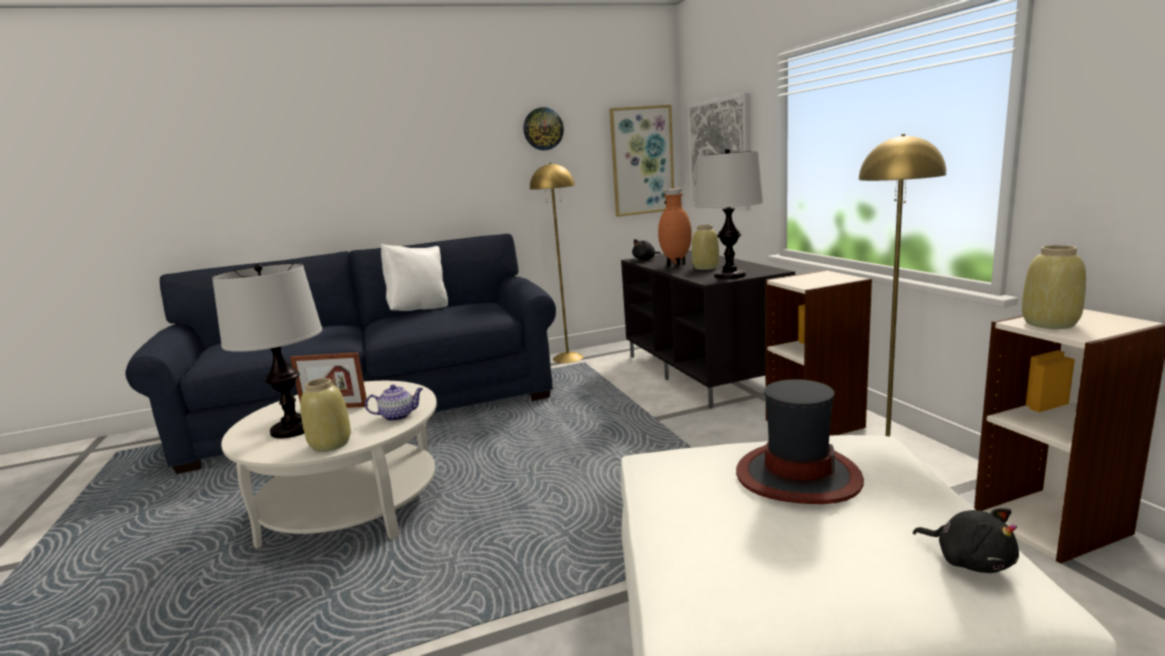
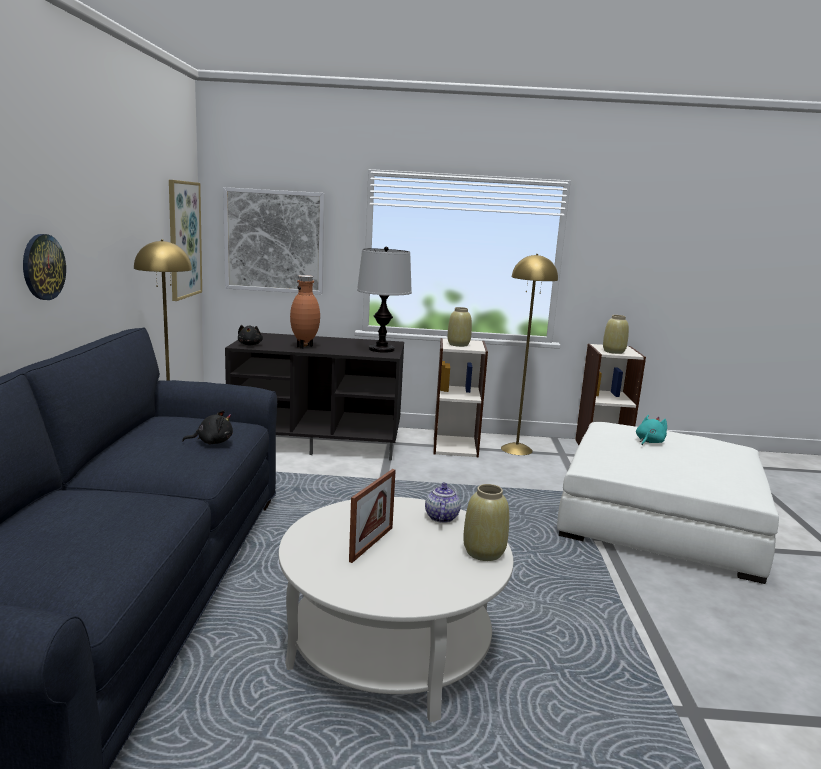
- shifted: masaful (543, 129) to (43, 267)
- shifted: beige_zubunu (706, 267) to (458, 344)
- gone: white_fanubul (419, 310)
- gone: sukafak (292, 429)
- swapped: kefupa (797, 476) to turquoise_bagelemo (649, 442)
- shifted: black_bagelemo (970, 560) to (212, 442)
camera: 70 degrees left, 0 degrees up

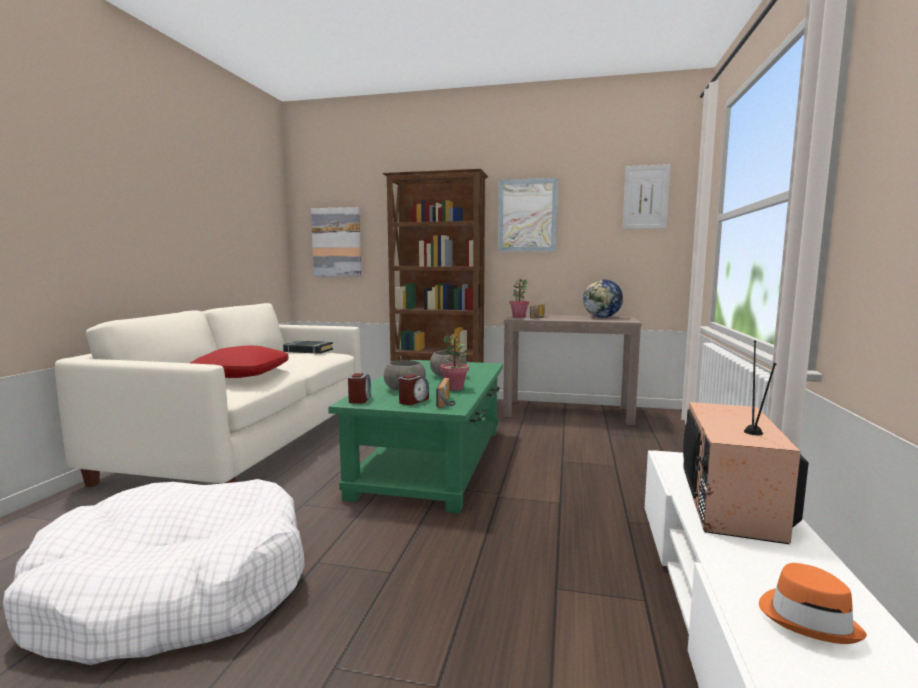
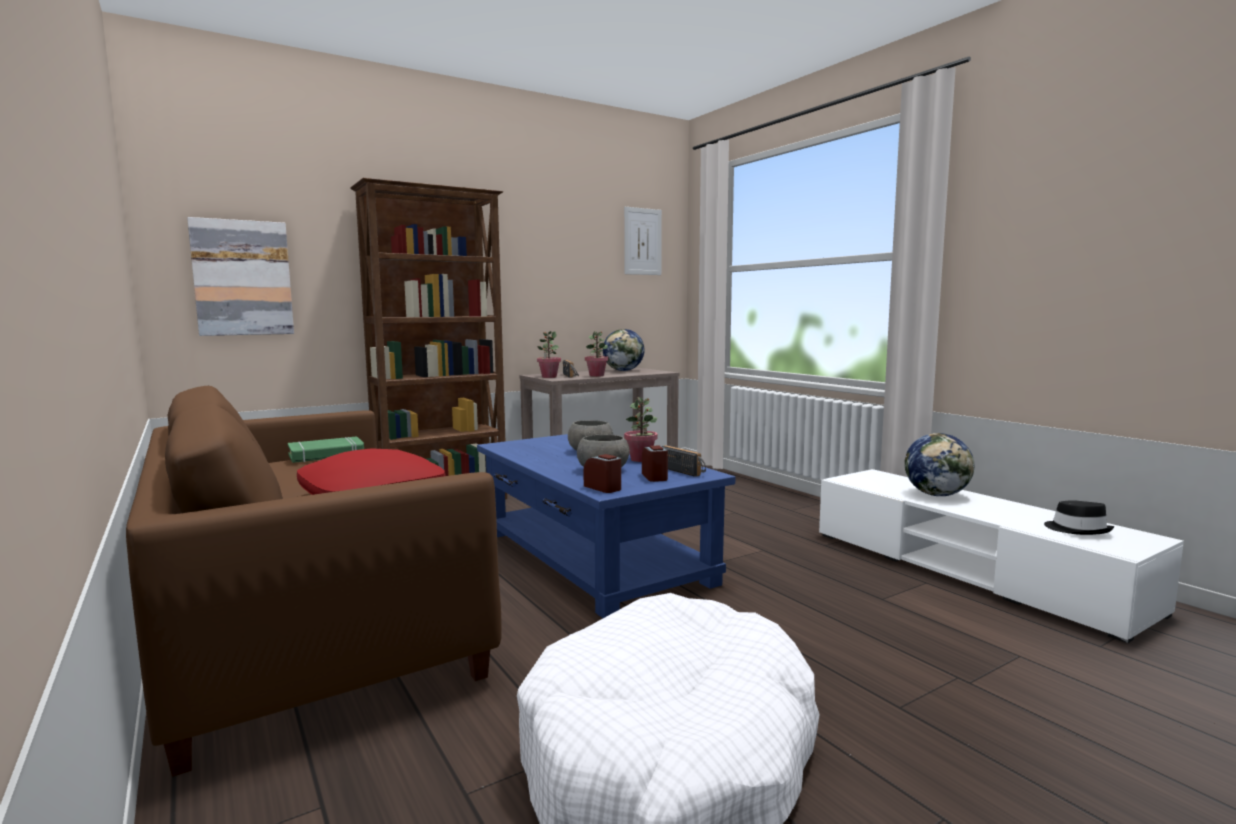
- gone: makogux (527, 215)
- repainted: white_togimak (247, 443) to brown_togimak (307, 620)
- swapped: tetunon (733, 504) to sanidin (937, 495)
- repainted: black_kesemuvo (308, 351) to green_kesemuvo (326, 455)
- repainted: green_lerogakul (433, 460) to blue_lerogakul (593, 556)
- repainted: orange_kefupa (808, 618) to black_kefupa (1078, 530)
- new: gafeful (596, 375)
camera: 45 degrees left, 0 degrees up

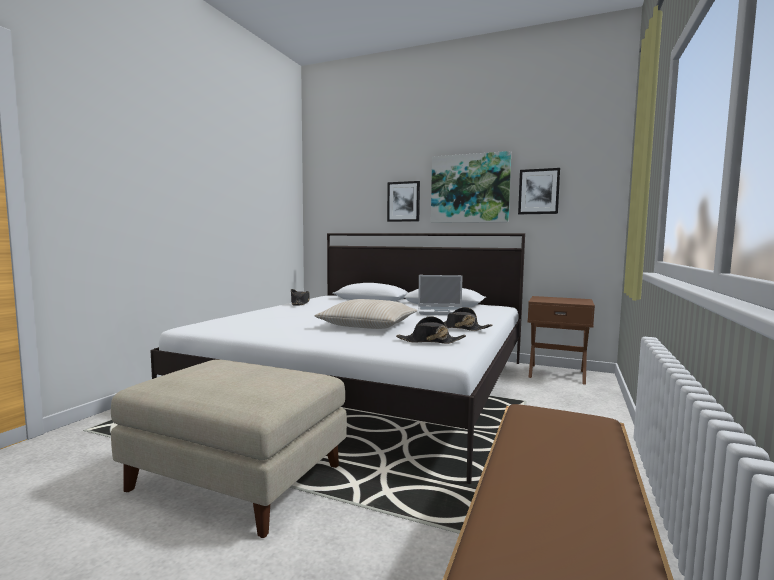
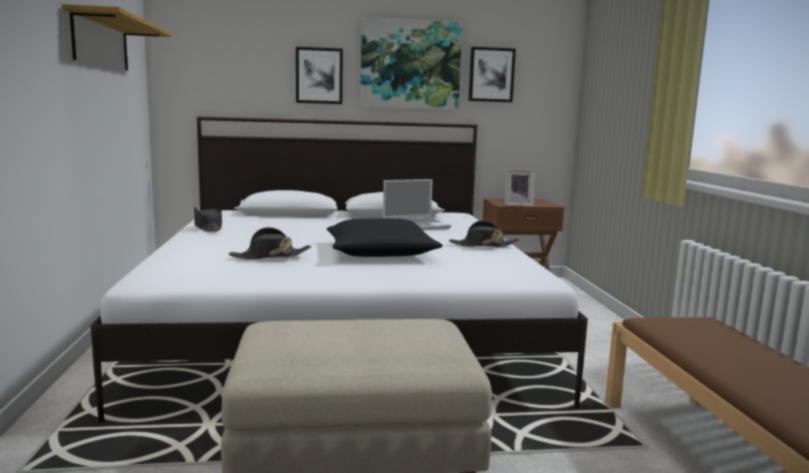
- repainted: beige_fanubul (368, 325) to black_fanubul (380, 252)
- shifted: black_kefupa (430, 341) to (270, 256)
- new: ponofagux (101, 42)
- new: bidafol (517, 204)
camera: 30 degrees left, 5 degrees up

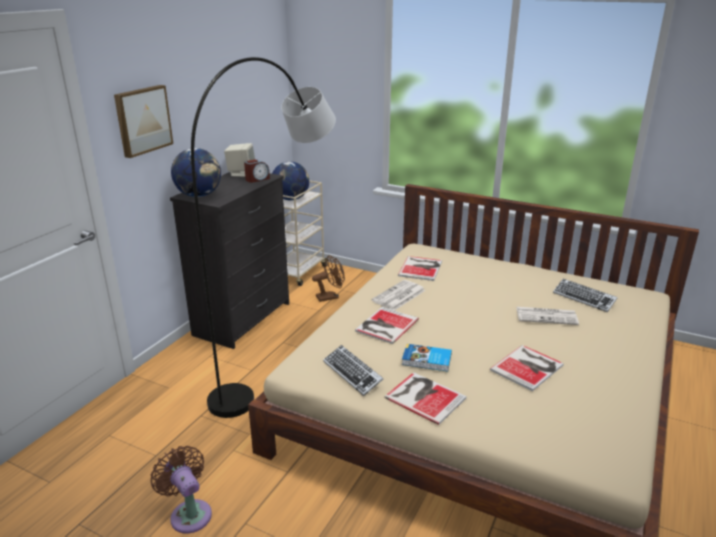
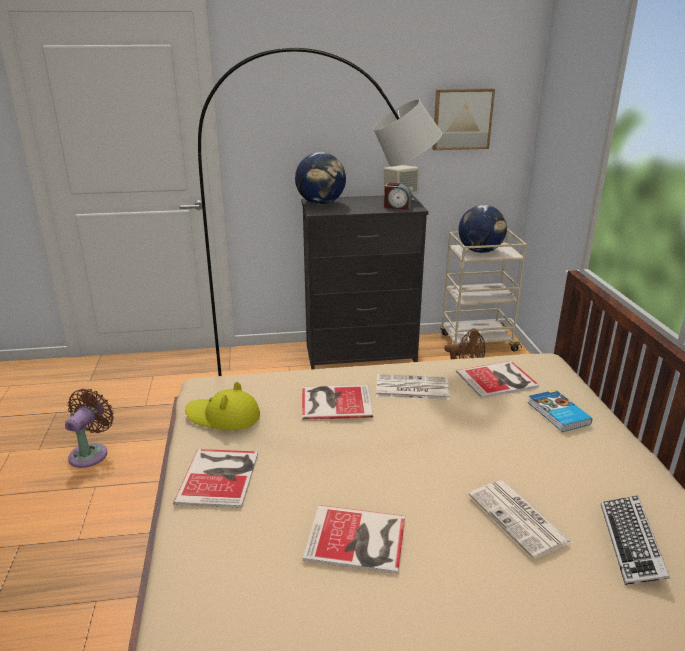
- shifted: makogux (142, 120) to (461, 119)
- shifted: kesemuvo (427, 360) to (557, 413)
- swapped: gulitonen (352, 373) to yellow_kefupa (223, 416)
camera: 55 degrees right, 0 degrees up

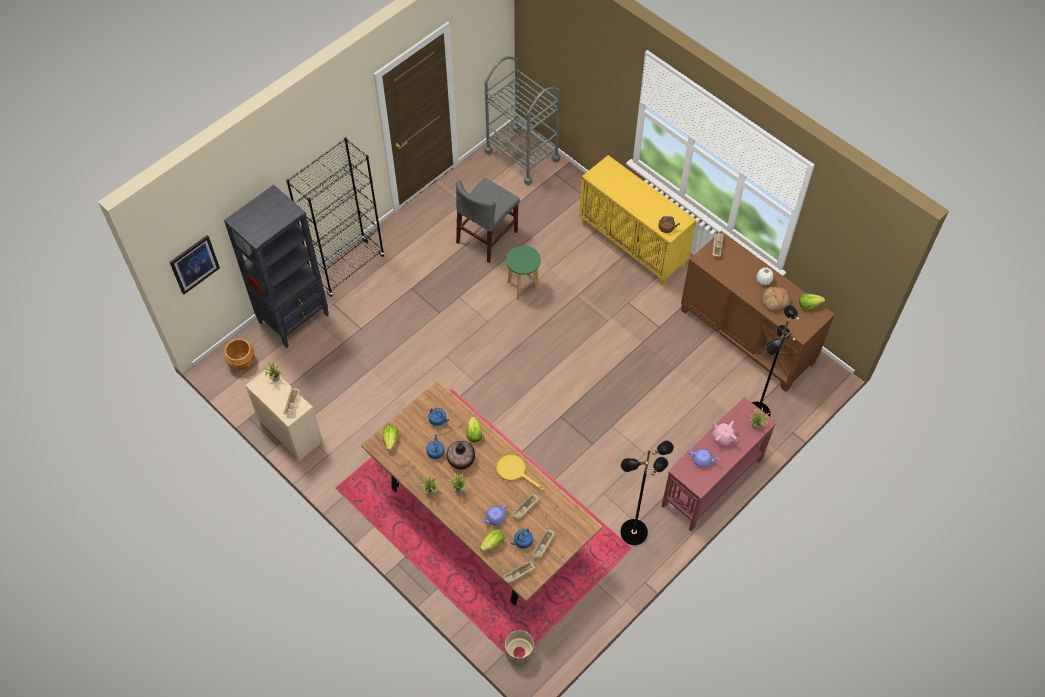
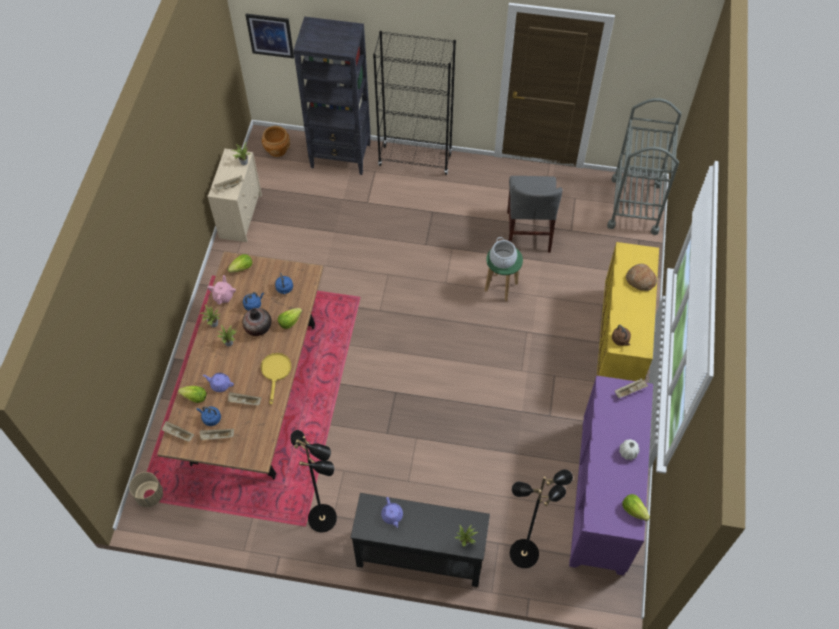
- rotated: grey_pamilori (487, 237) = (528, 231) 90 degrees counterclockwise
- repainted: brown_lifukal (747, 336) to purple_lifukal (603, 496)
- shifted: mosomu (775, 301) to (640, 280)
- repainted: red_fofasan (711, 482) to black_fofasan (419, 555)
- shifted: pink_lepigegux (722, 437) to (223, 296)
- new: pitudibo (503, 259)
camera: 55 degrees right, 0 degrees up

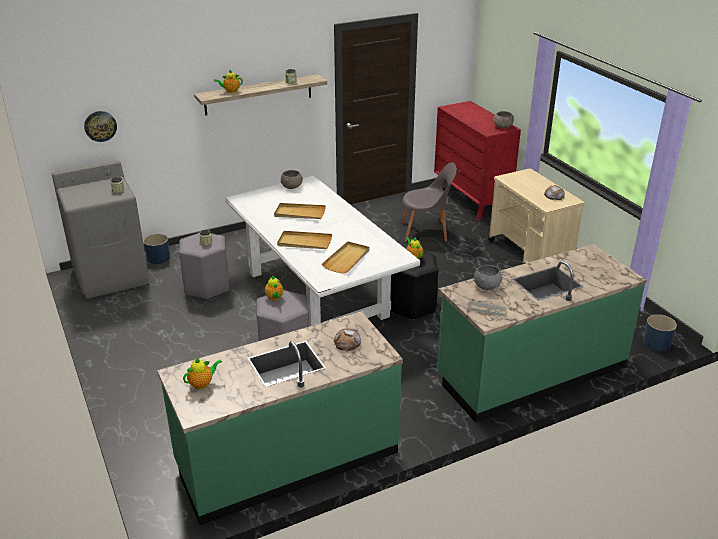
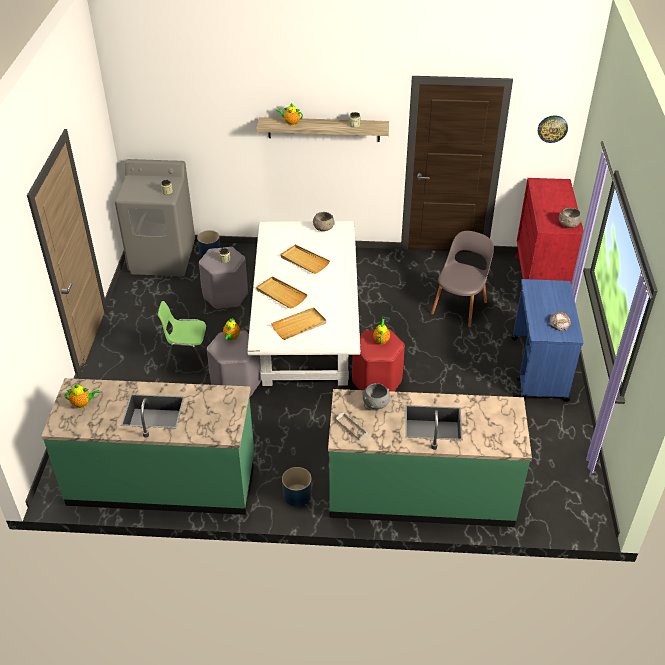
- shifted: masaful (100, 126) to (552, 128)
- rotated: grey_pamilori (426, 232) = (460, 306) 90 degrees counterclockwise
- repainted: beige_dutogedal (530, 254) to blue_dutogedal (539, 369)
- repainted: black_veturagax (412, 305) to red_veturagax (377, 382)
- shifted: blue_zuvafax (656, 343) to (297, 495)
- gone: mosomu (347, 342)
- new: green_pamilori (189, 360)
camera: 30 degrees right, 10 degrees up

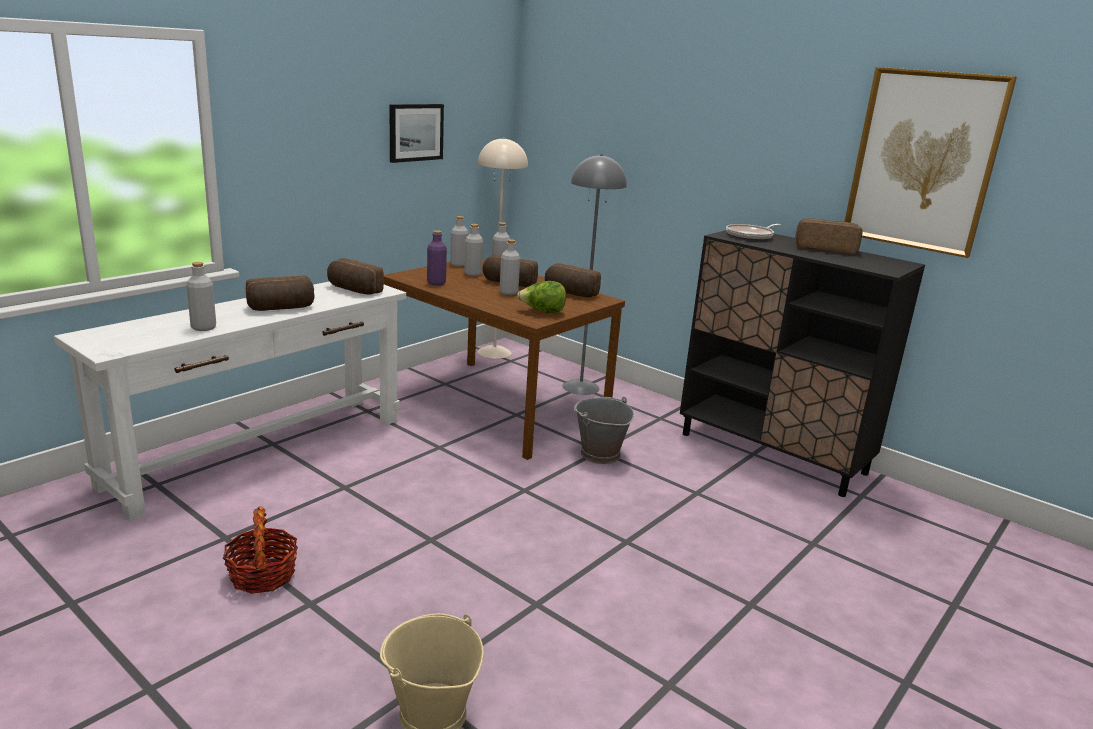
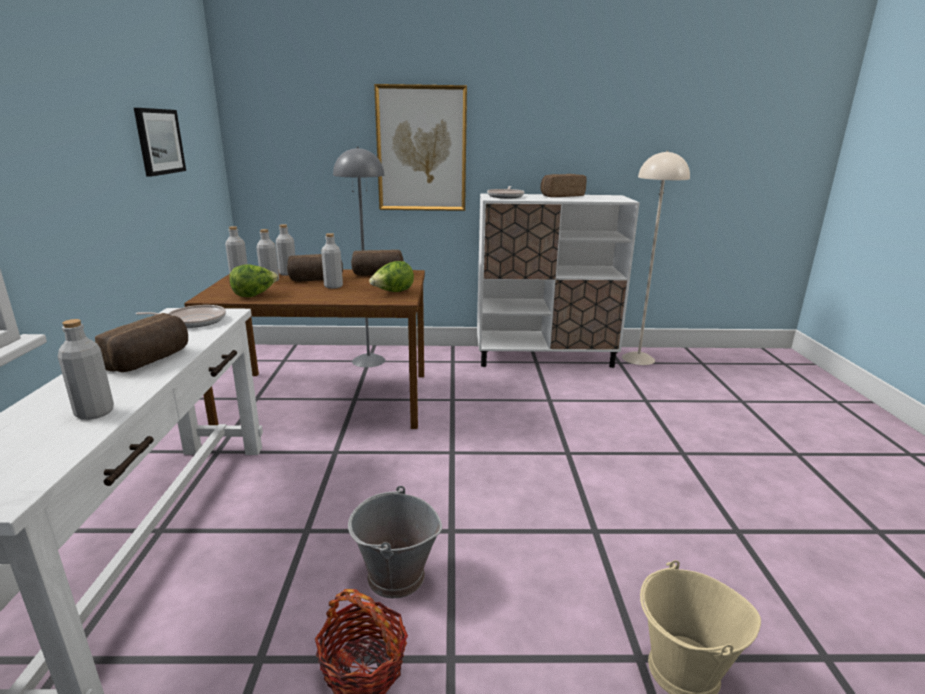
- shifted: makogux (923, 161) to (421, 149)
- shifted: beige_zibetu (494, 352) to (638, 358)
- swapped: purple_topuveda (436, 283) to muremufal (254, 295)
- repainted: black_lifukal (773, 453) to white_lifukal (545, 357)
- swapped: mosomu (353, 290) to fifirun (193, 321)
- shifted: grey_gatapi (599, 454) to (395, 577)
camera: 40 degrees left, 0 degrees up

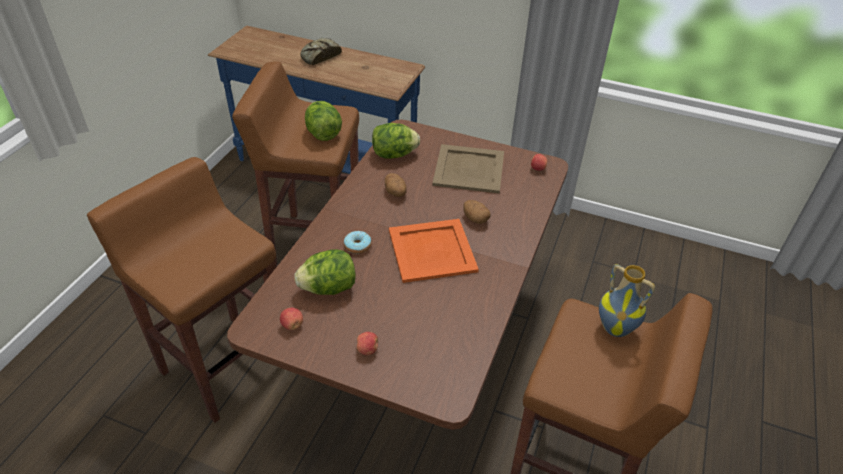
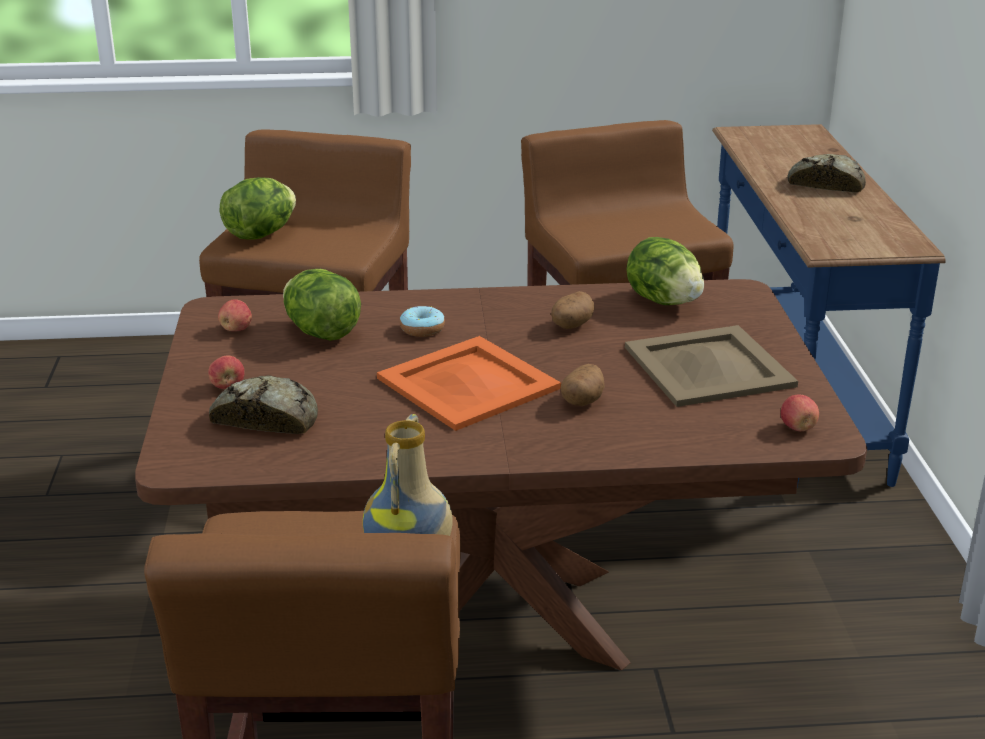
- shifted: muremufal (323, 134) to (260, 234)
- new: mosomu (267, 417)
camera: 65 degrees right, 15 degrees down

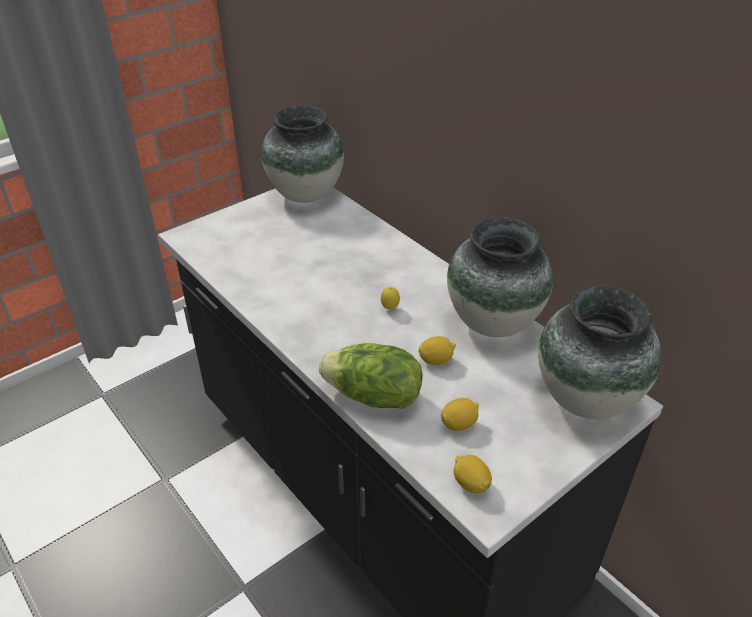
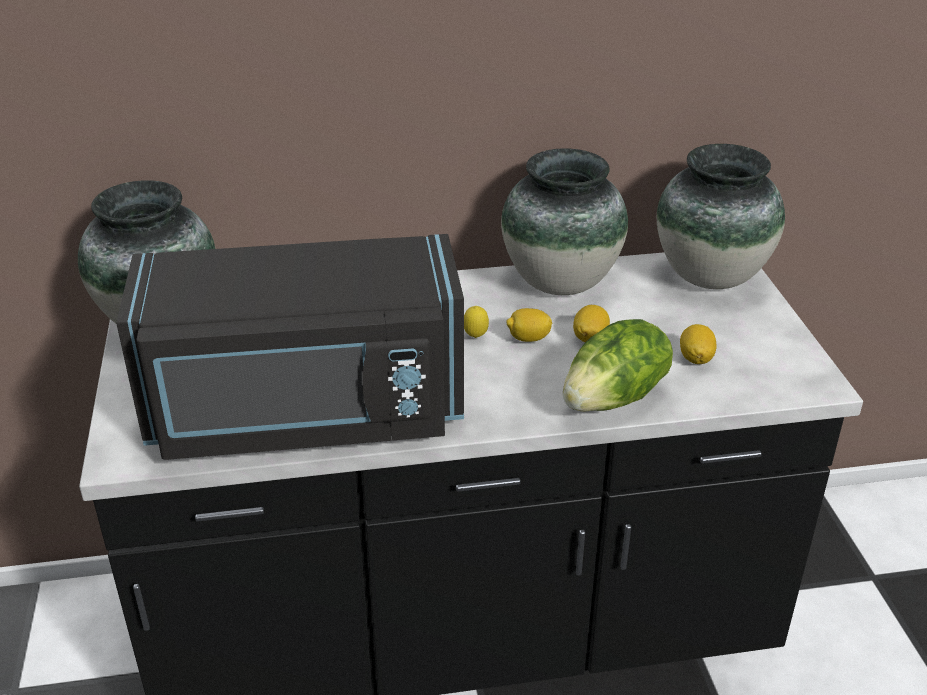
- shifted: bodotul (471, 483) to (528, 339)
- new: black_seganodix (306, 414)
camera: 60 degrees left, 5 degrees down

